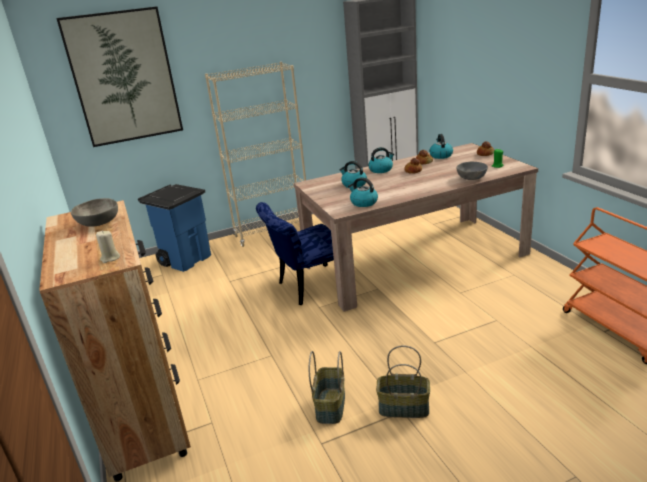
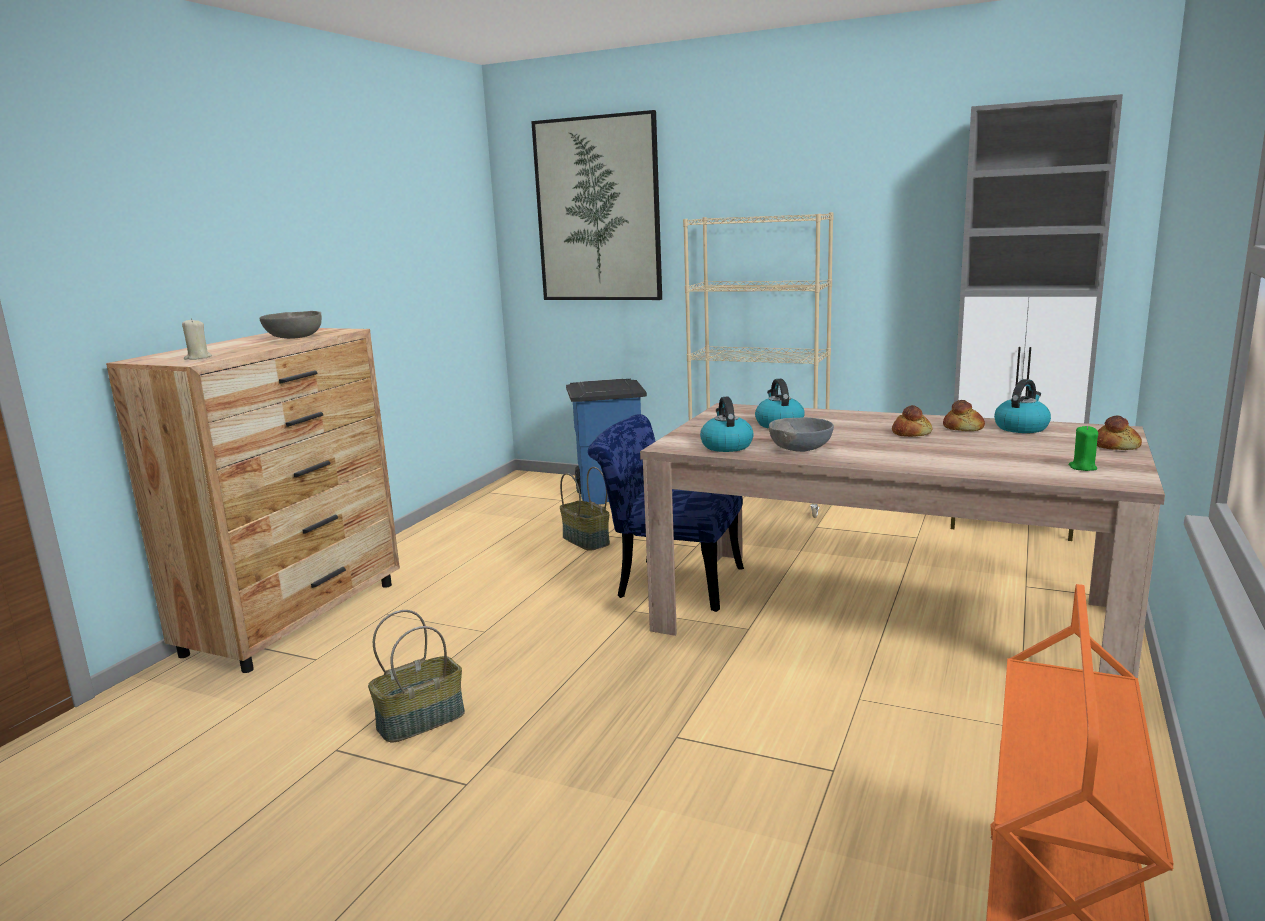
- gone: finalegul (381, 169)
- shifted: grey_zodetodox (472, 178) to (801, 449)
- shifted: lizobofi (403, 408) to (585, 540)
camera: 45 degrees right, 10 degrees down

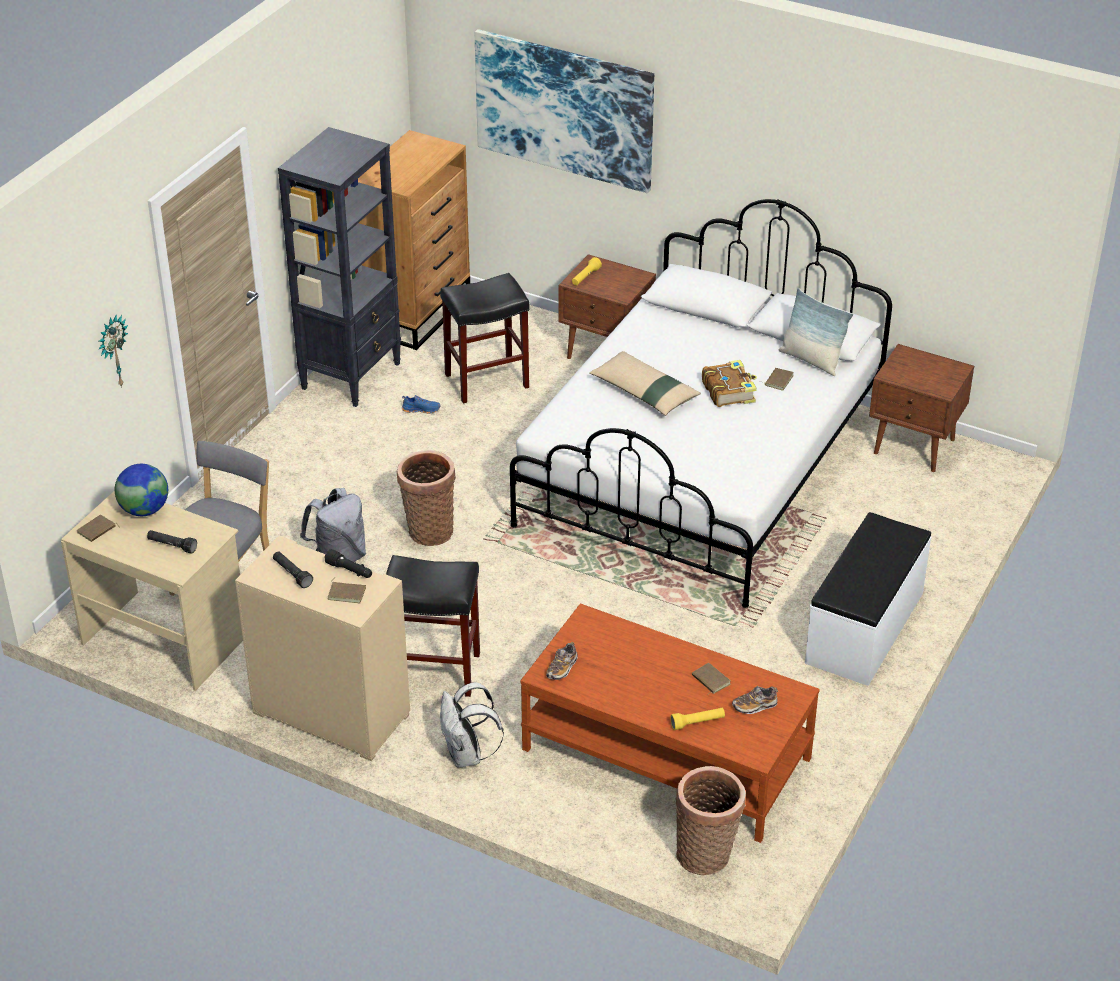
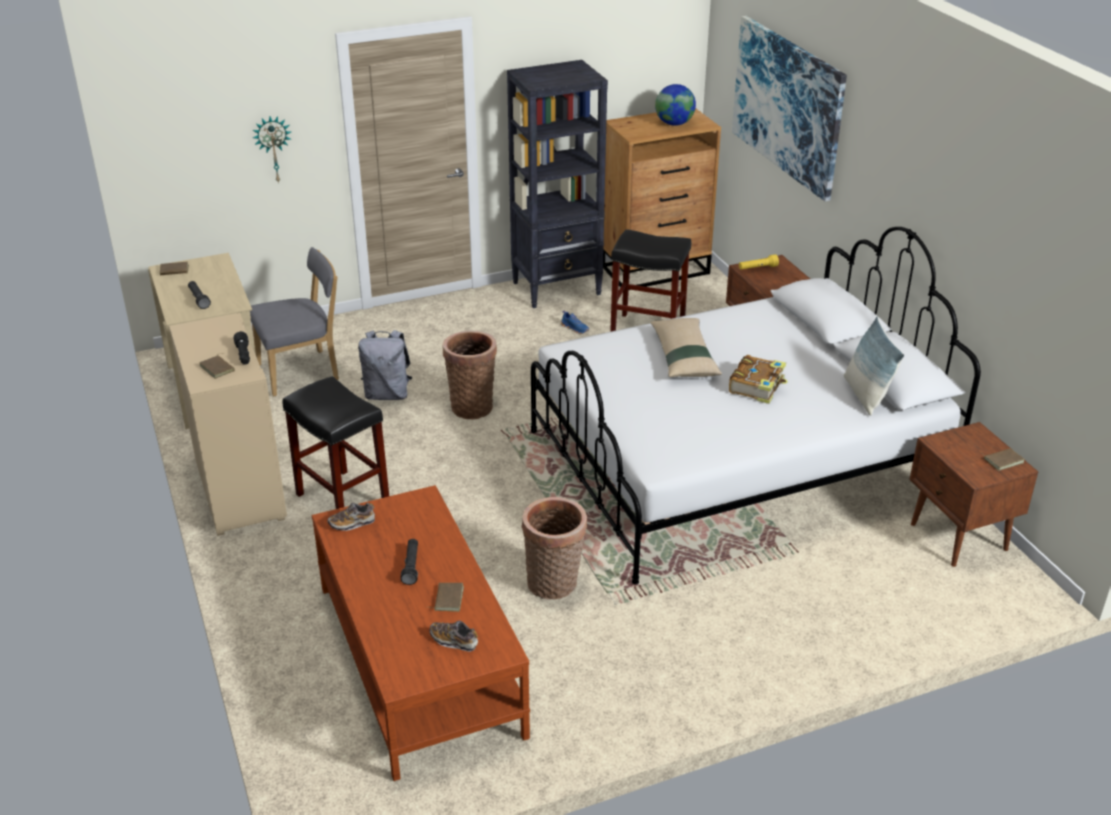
- shifted: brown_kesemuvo (778, 380) to (1003, 460)
- shifted: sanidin (144, 510) to (674, 124)
- gone: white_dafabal (866, 628)
- shifted: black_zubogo (292, 574) to (411, 566)
- gone: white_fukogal (467, 755)
- gone: yellow_zubogo (697, 723)
- shifted: lizobofi (707, 855) to (554, 585)
camera: 40 degrees right, 5 degrees down

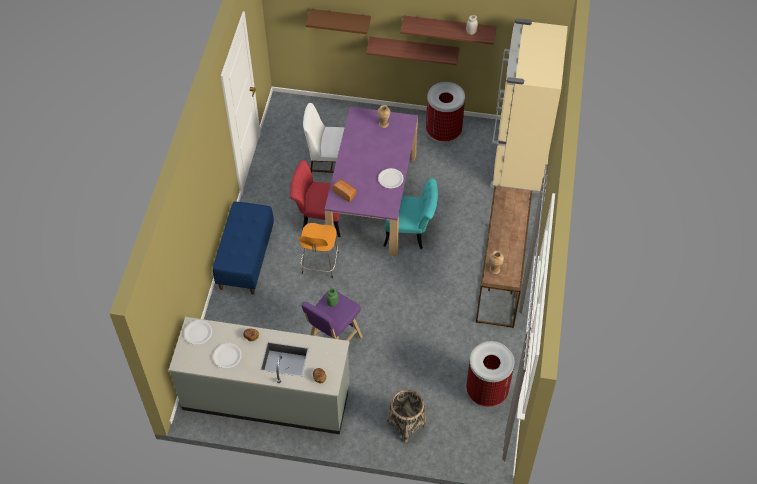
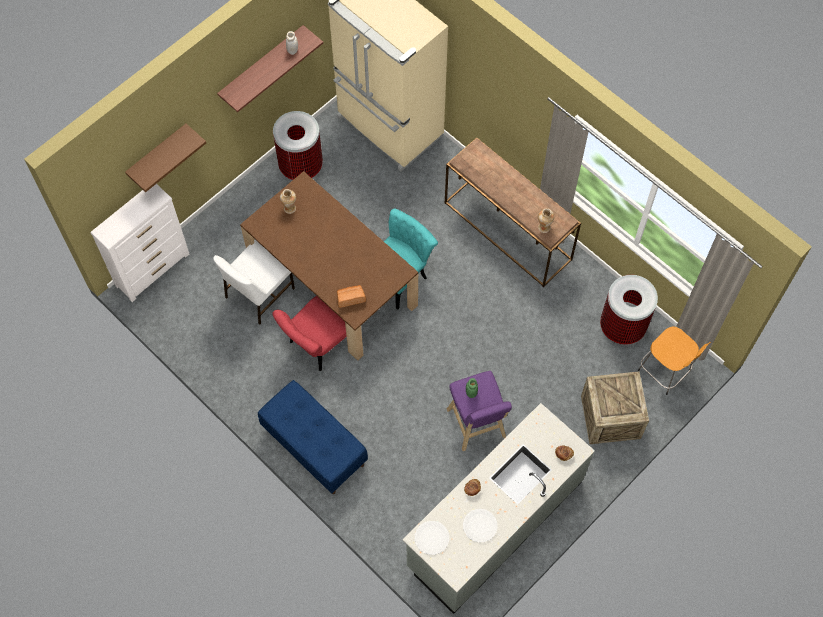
- gone: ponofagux (414, 48)
- repainted: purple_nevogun (373, 199) to brown_nevogun (333, 282)
- gone: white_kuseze (390, 179)
- shifted: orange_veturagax (319, 264) to (665, 371)
- swapped: lizobofi (406, 424) to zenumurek (610, 417)
- new: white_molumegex (153, 269)
camera: 55 degrees left, 10 degrees up

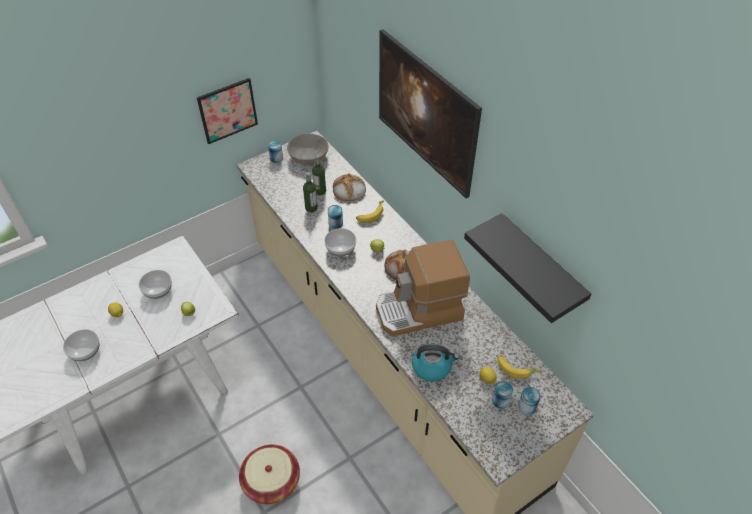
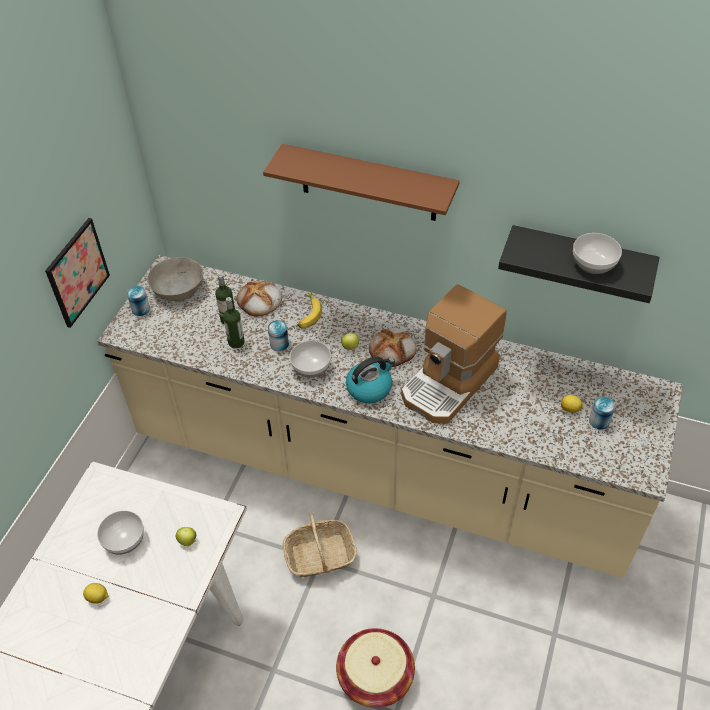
- swapped: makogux (424, 134) to brown_ponofagux (368, 183)
- shifted: zodetodox (86, 351) to (593, 264)
- shifted: finalegul (432, 367) to (369, 388)
- gone: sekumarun (515, 368)
- gone: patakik (527, 406)
- new: lizobofi (320, 556)
camera: 35 degrees left, 0 degrees up

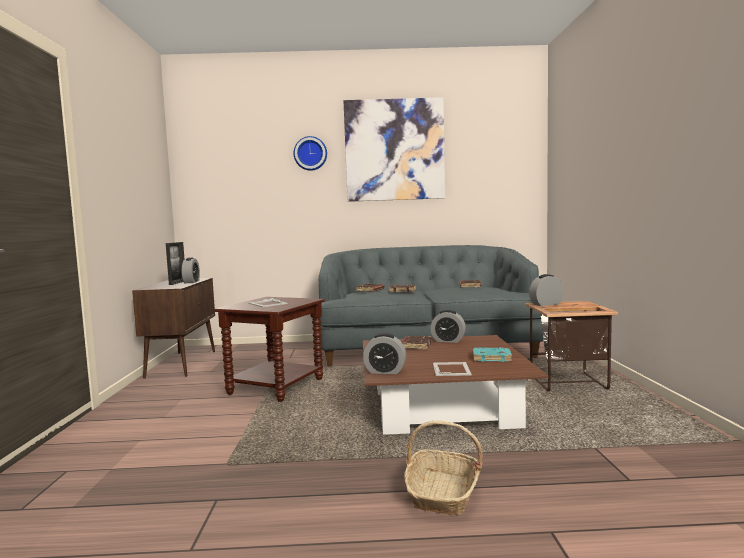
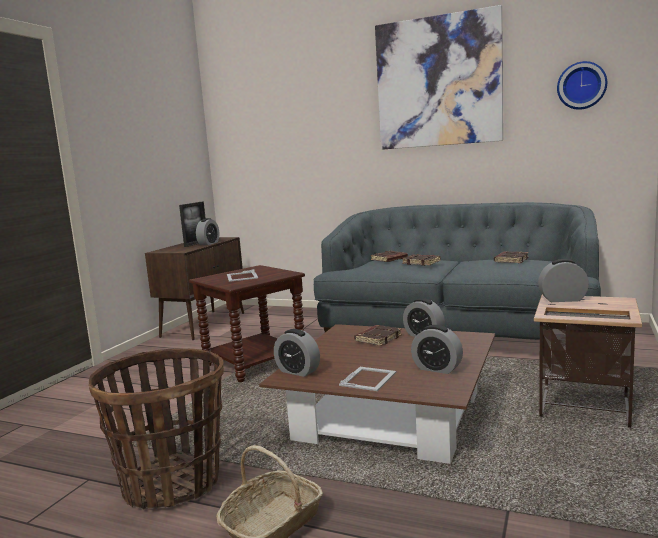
- shifted: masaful (310, 153) to (581, 86)
- swapped: turquoise_kesemuvo (492, 358) to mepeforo (437, 368)
- new: lizobofi (172, 483)
camera: 25 degrees right, 5 degrees up

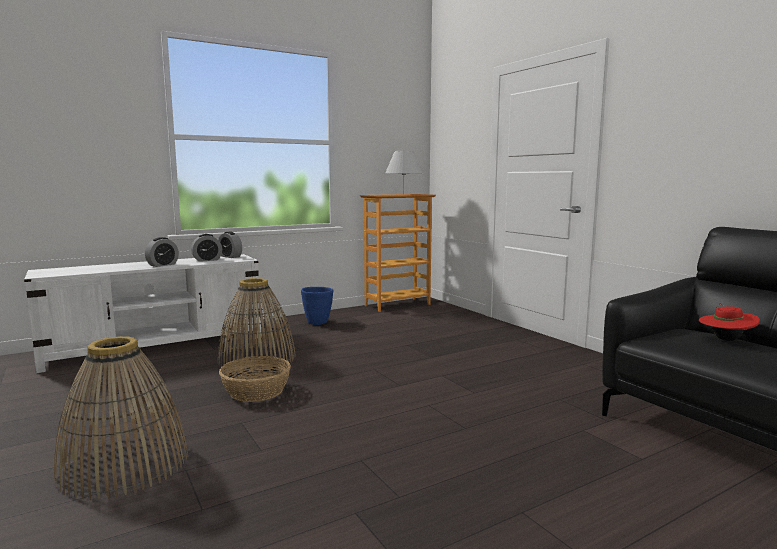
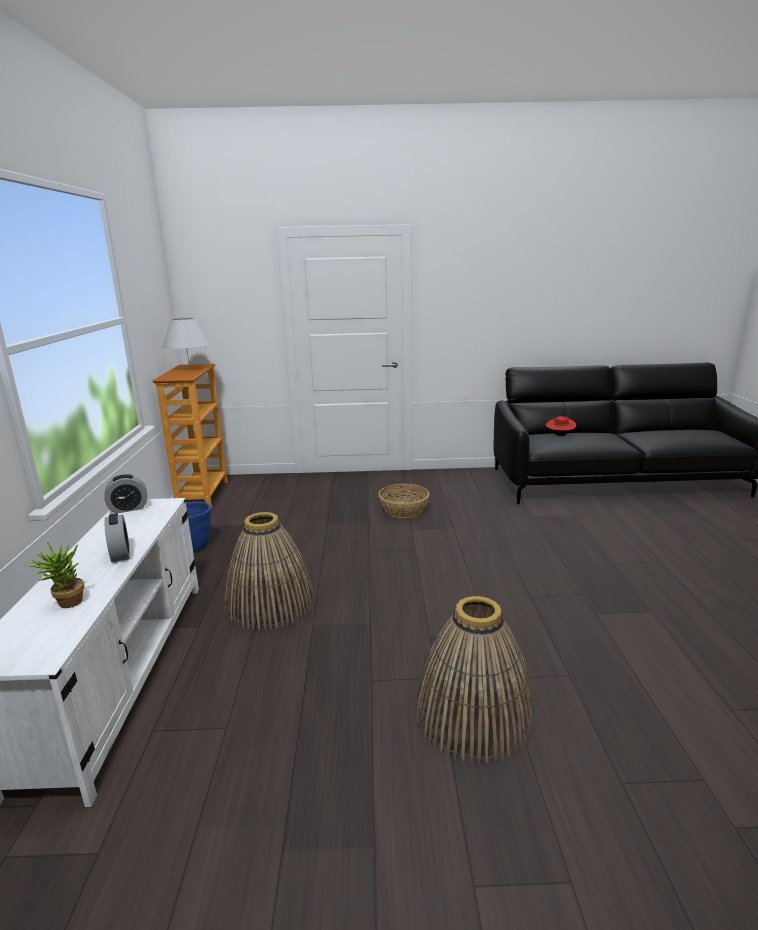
- gone: mepeforo (207, 260)
- shifted: lizobofi (256, 391) to (404, 510)
- new: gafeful (65, 603)
camera: 60 degrees left, 10 degrees up

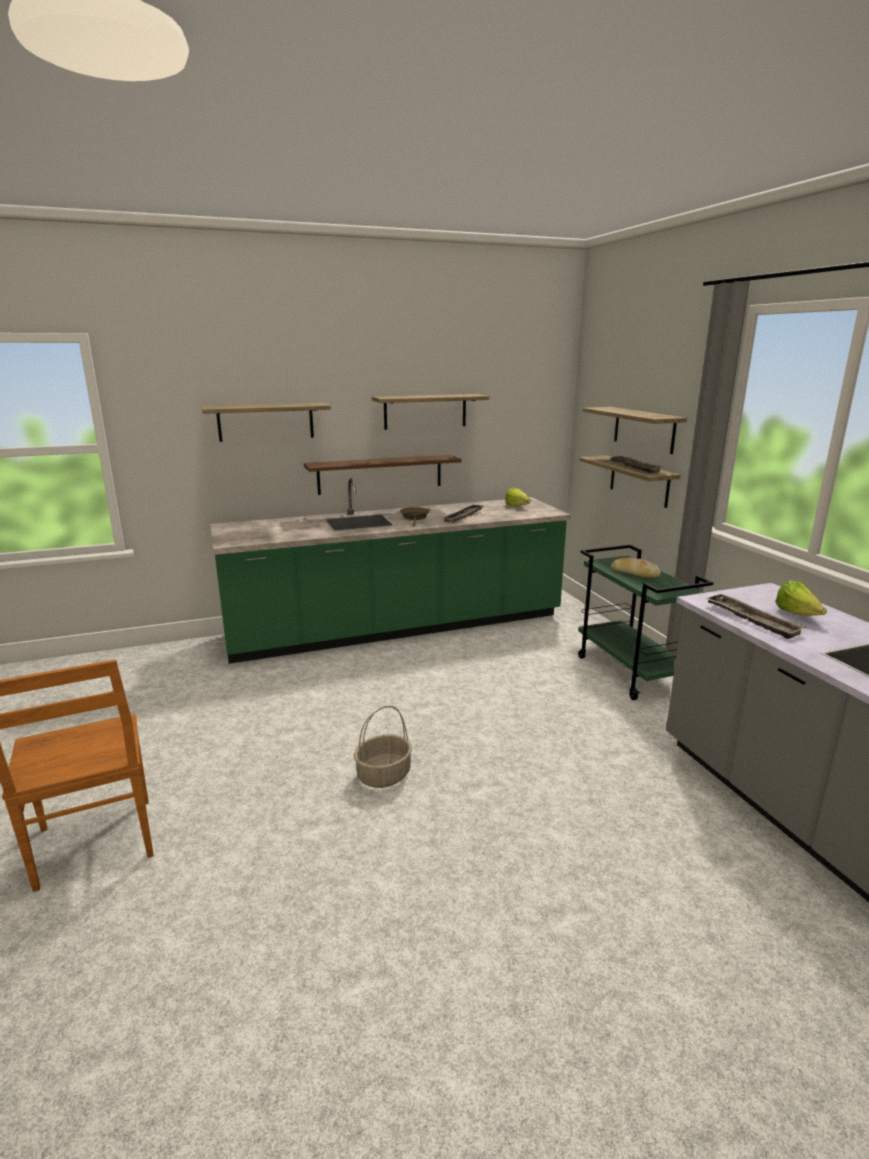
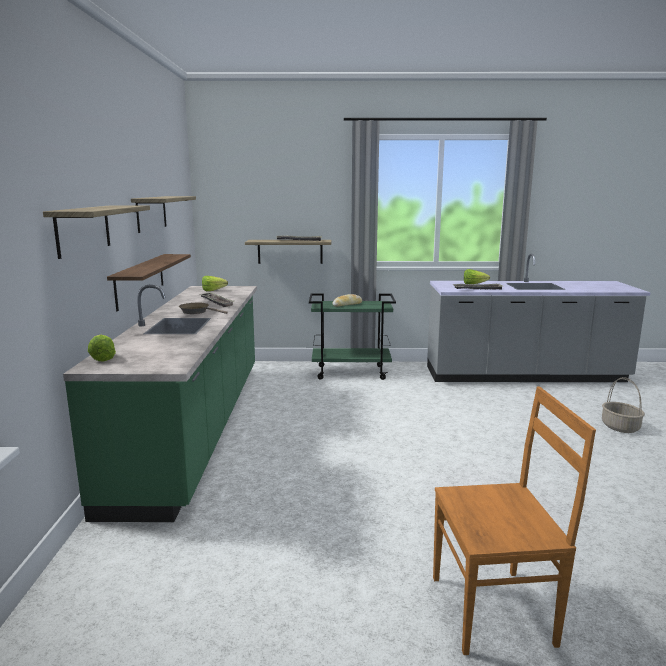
- gone: ponofagux (644, 429)
- shifted: lizobofi (383, 776) to (620, 427)
- new: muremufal (103, 357)
camera: 70 degrees left, 5 degrees down

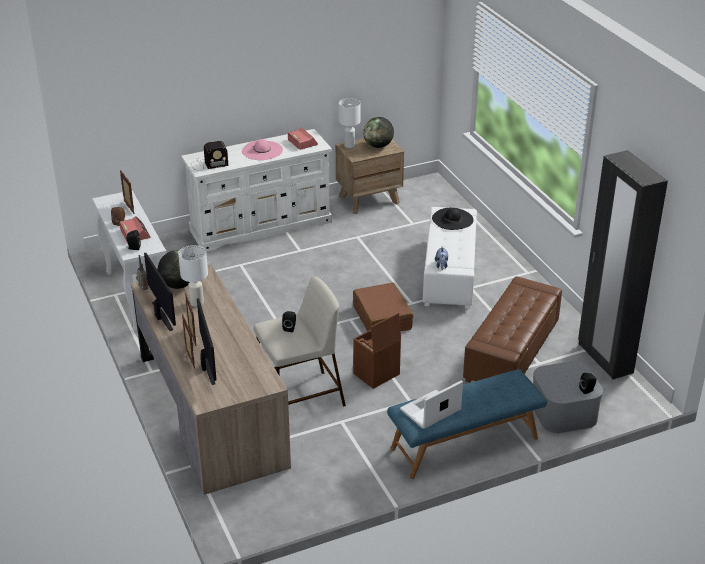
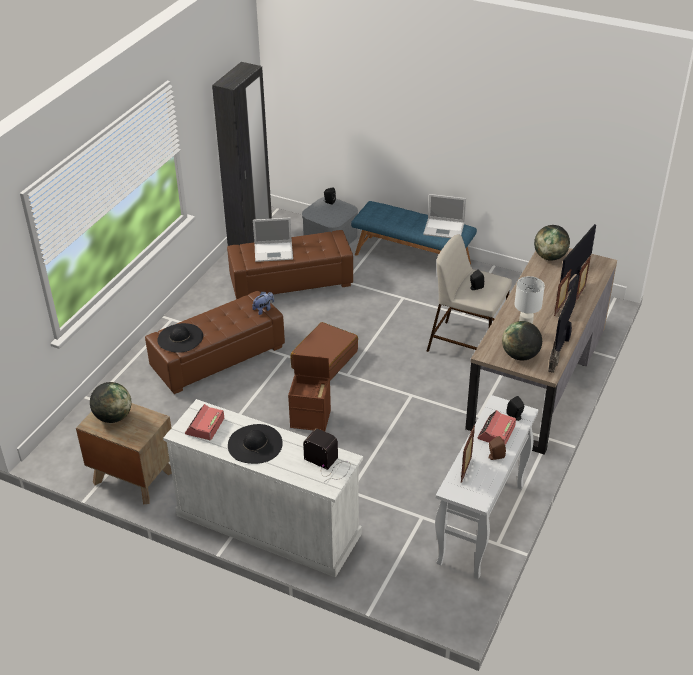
- gone: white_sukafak (349, 145)
- repainted: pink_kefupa (262, 150) to black_kefupa (255, 444)
- repainted: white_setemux (450, 273) to brown_setemux (218, 357)
- shifted: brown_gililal (376, 374) to (311, 418)
- new: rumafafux (274, 251)
- new: sanidin (549, 257)
camera: 130 degrees left, 5 degrees up

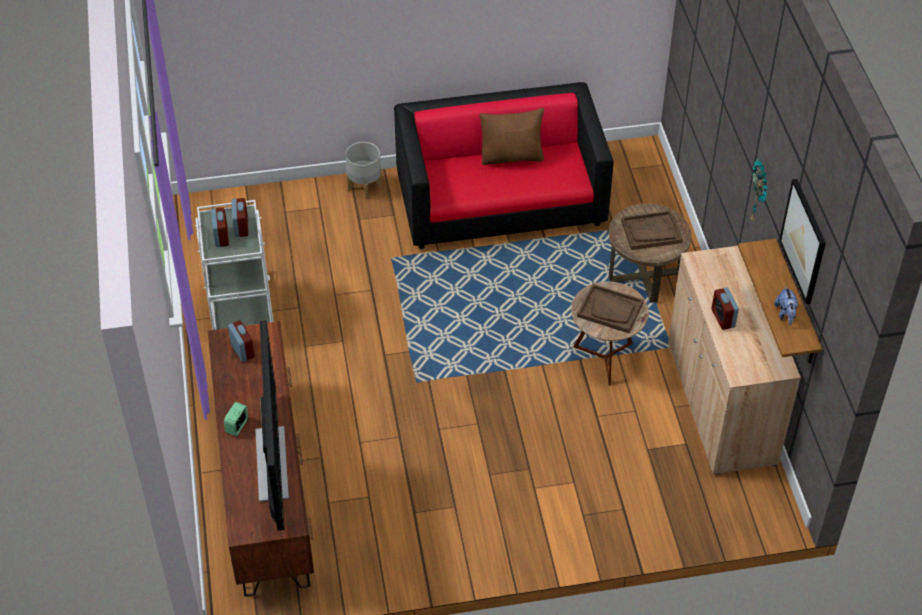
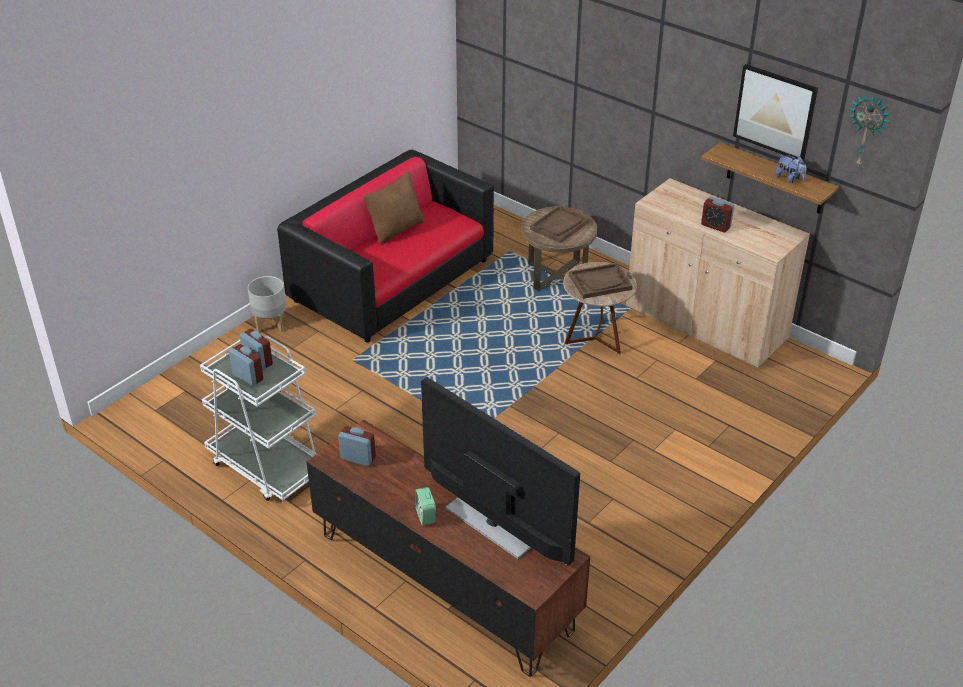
- shifted: masaful (760, 193) to (867, 130)
camera: 40 degrees left, 10 degrees down

